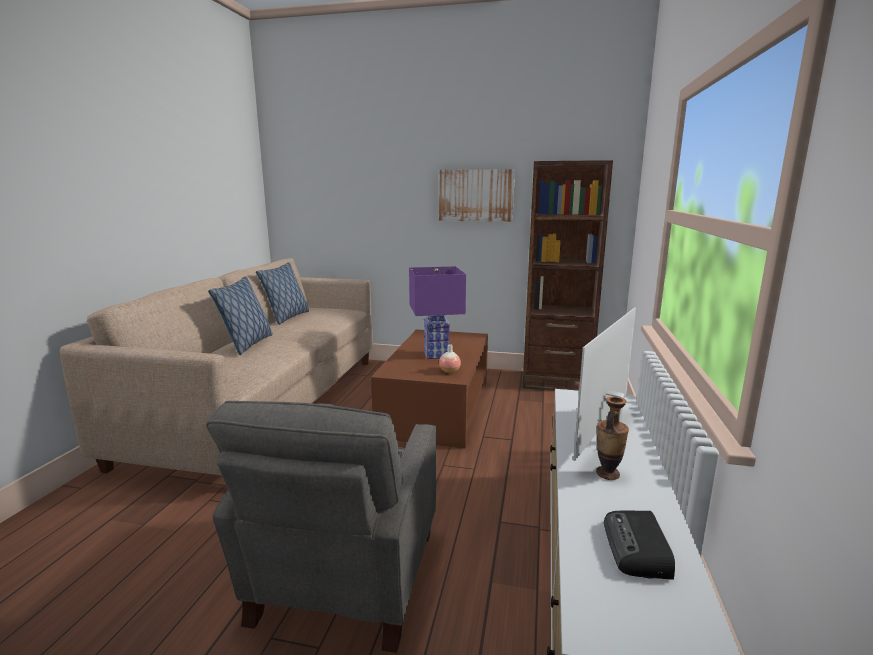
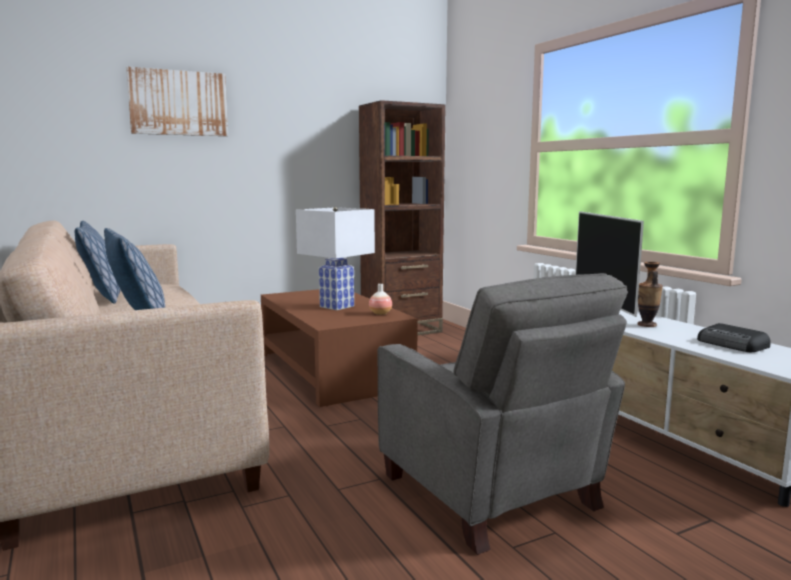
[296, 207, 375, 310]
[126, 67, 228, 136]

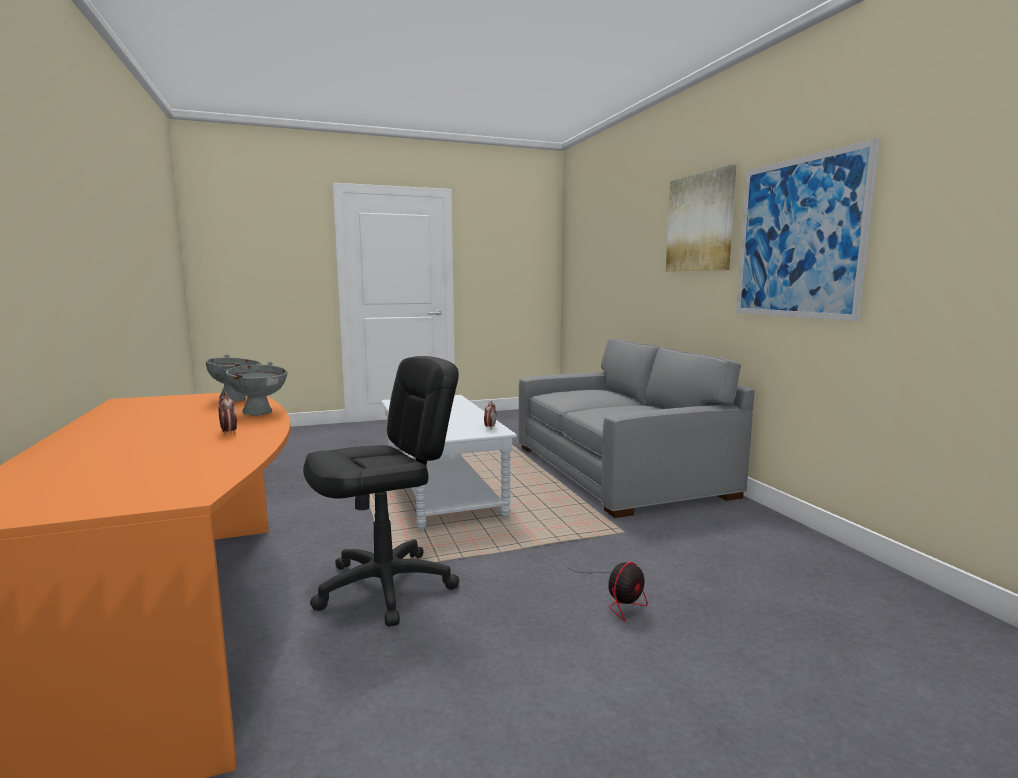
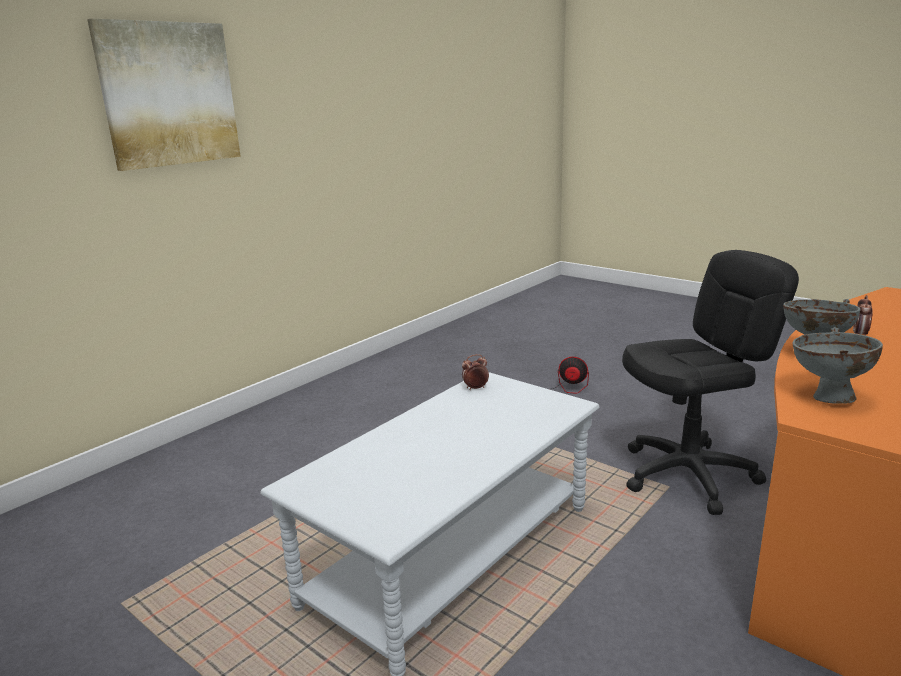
[622, 250, 799, 515]
[519, 339, 755, 518] (first image)
[736, 138, 879, 321] (first image)

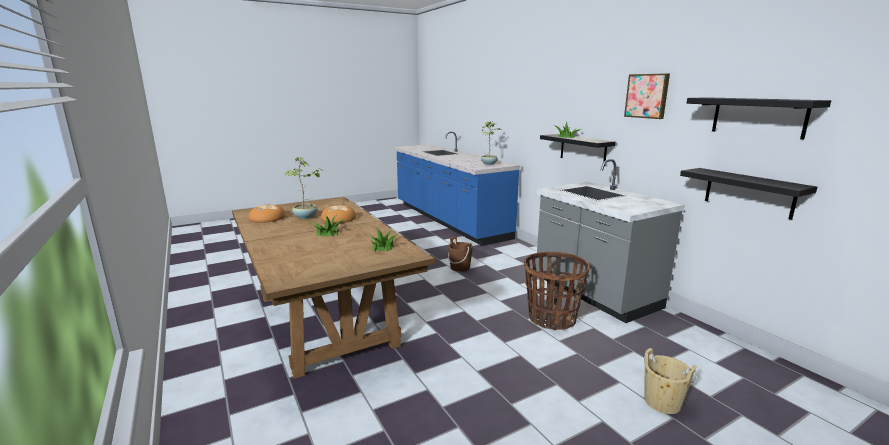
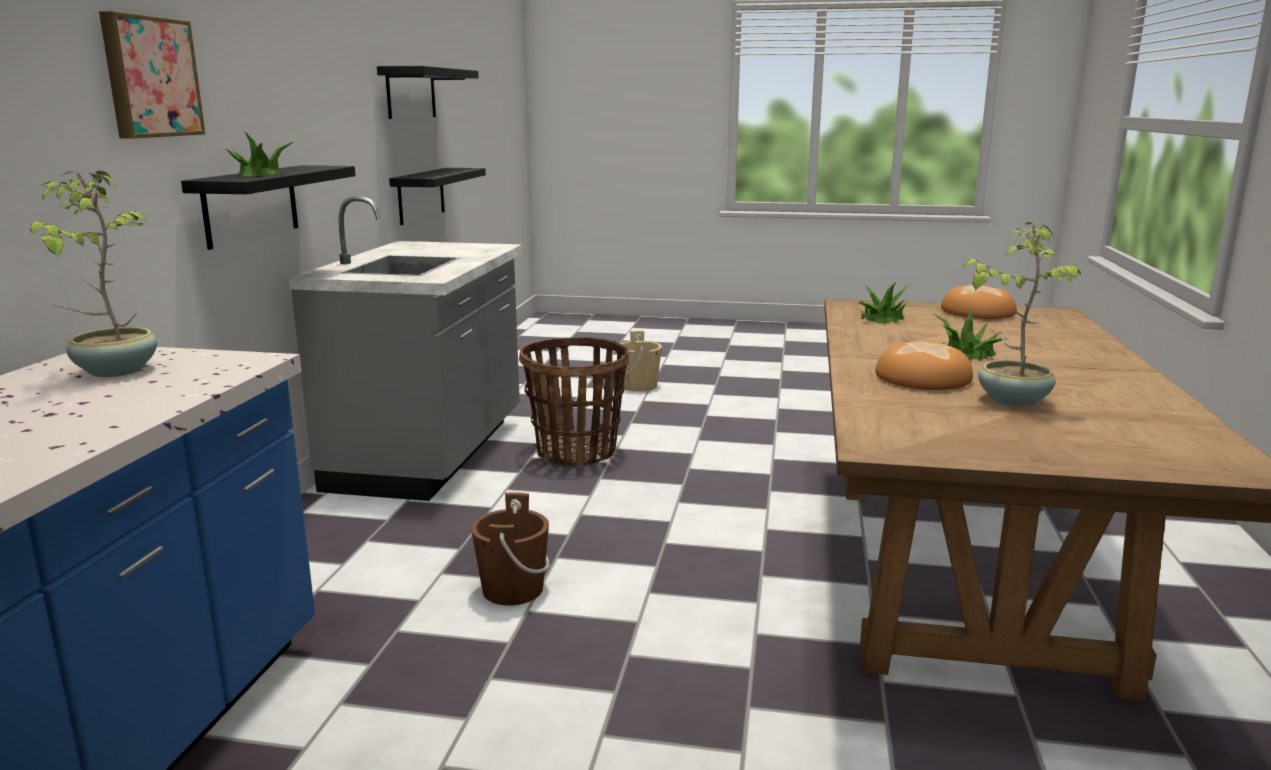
[941, 285, 1017, 319]
[99, 11, 205, 139]

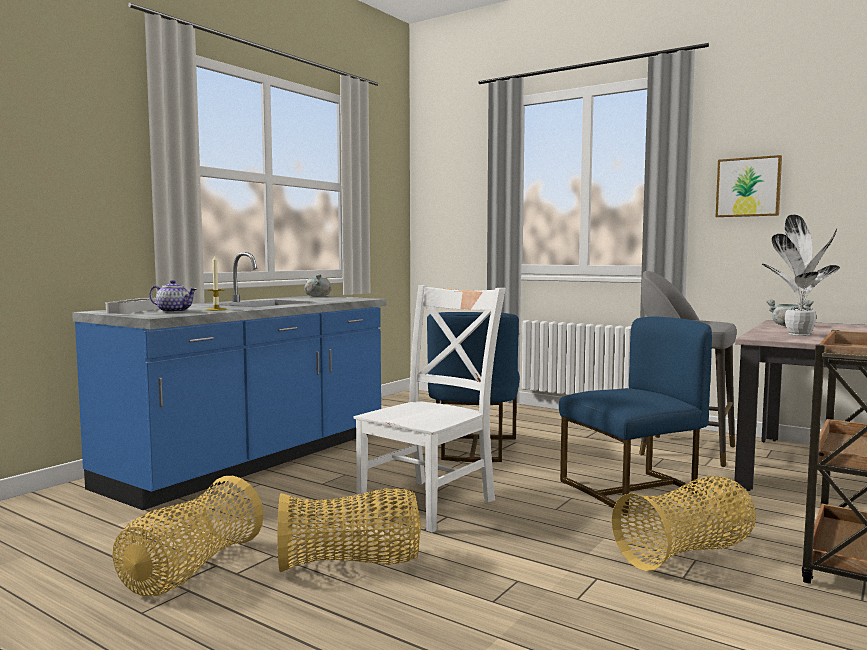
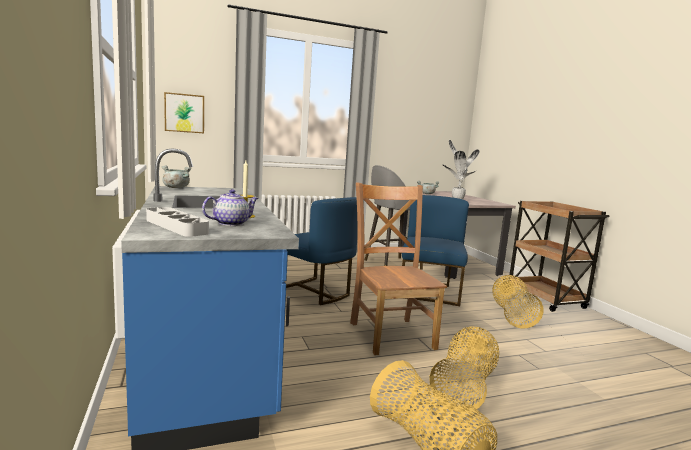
[350, 183, 447, 355]
[164, 92, 204, 133]

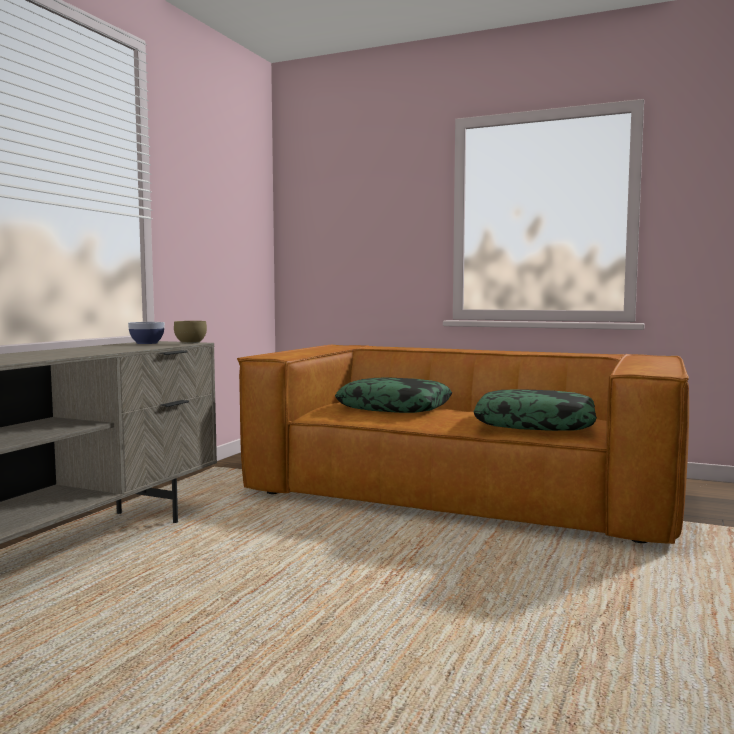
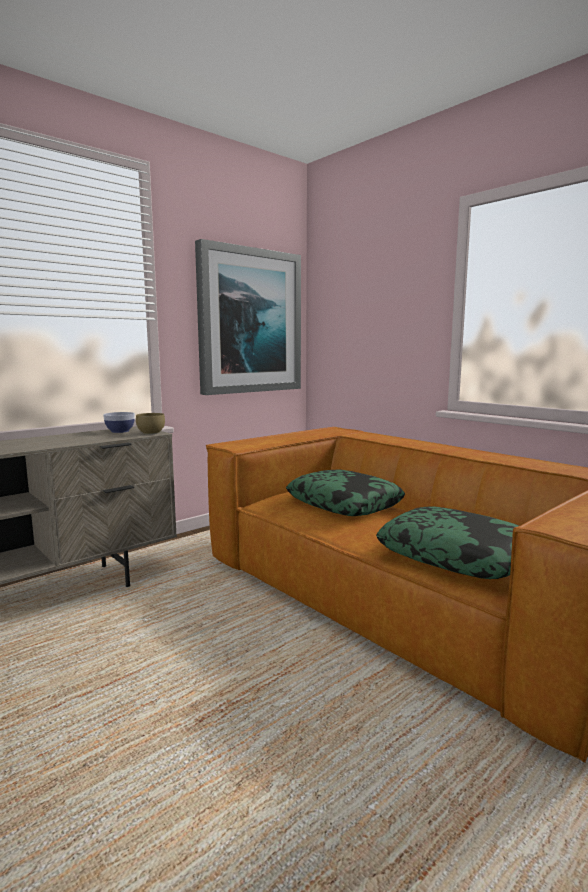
[195, 239, 301, 395]

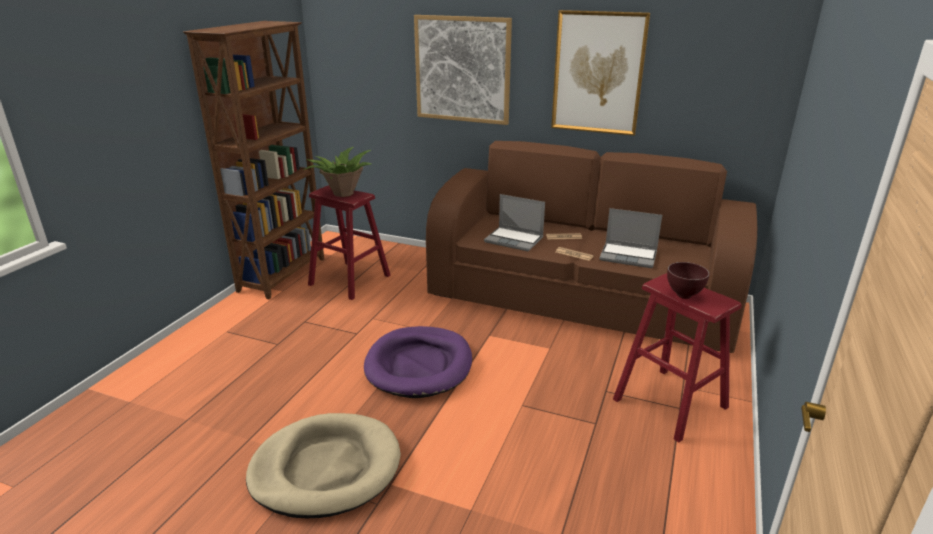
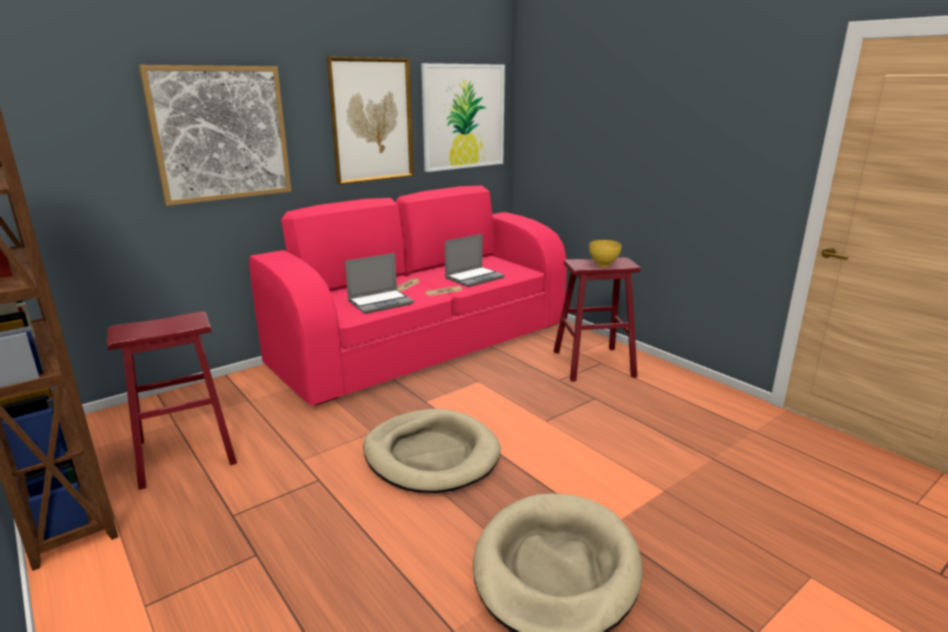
[303, 147, 372, 197] (first image)
[363, 409, 501, 493]
[249, 186, 567, 406]
[589, 240, 622, 267]
[421, 63, 505, 172]

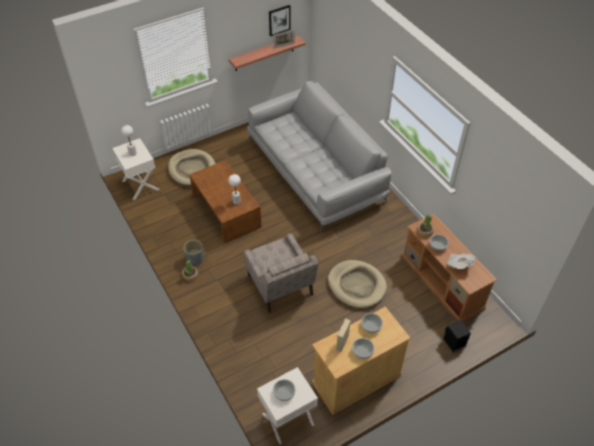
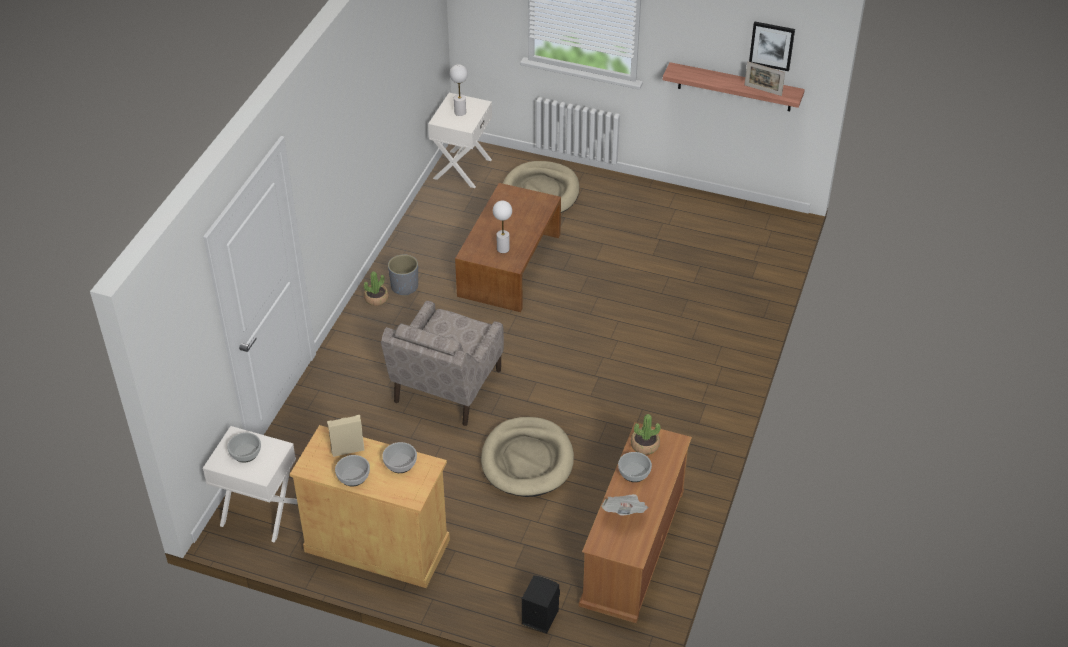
[247, 81, 391, 233] (first image)

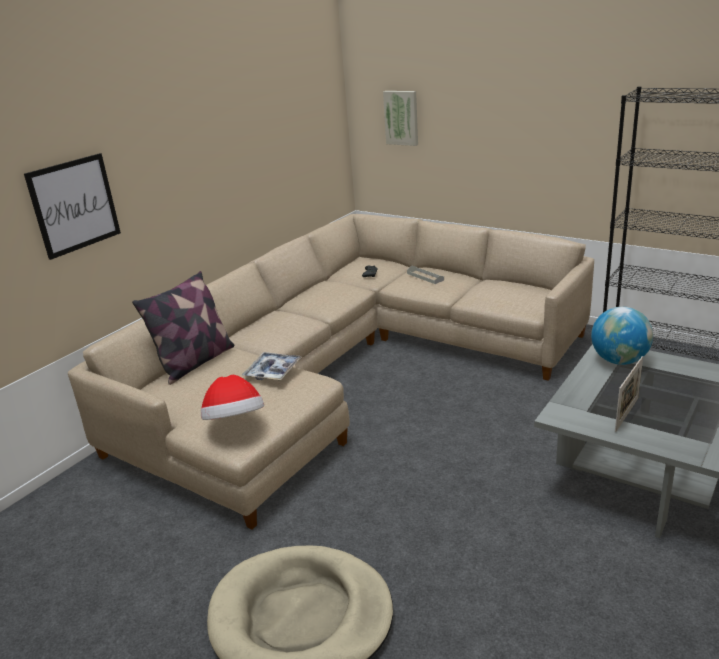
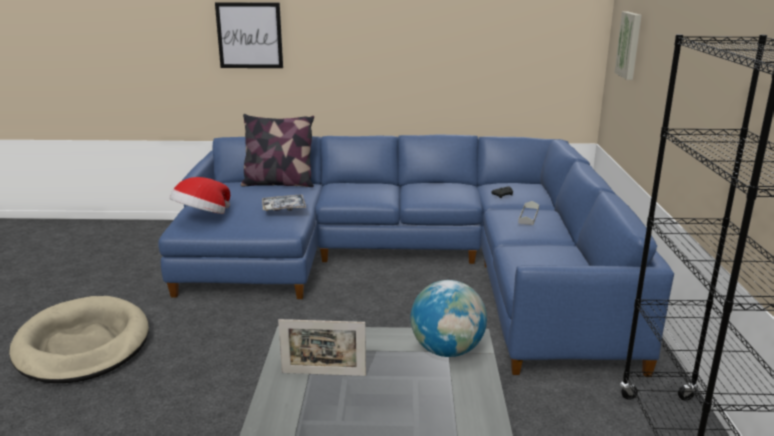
[158, 134, 674, 377]

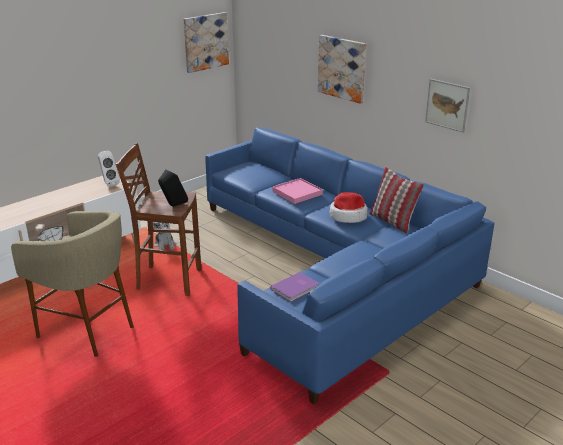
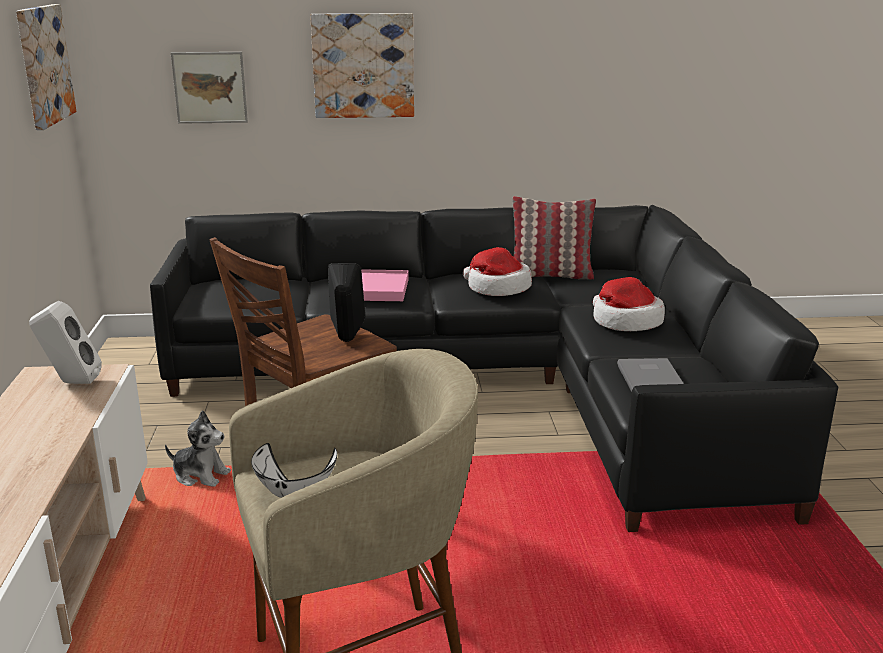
[150, 205, 838, 532]
[617, 358, 684, 392]
[171, 52, 248, 124]
[593, 277, 665, 331]

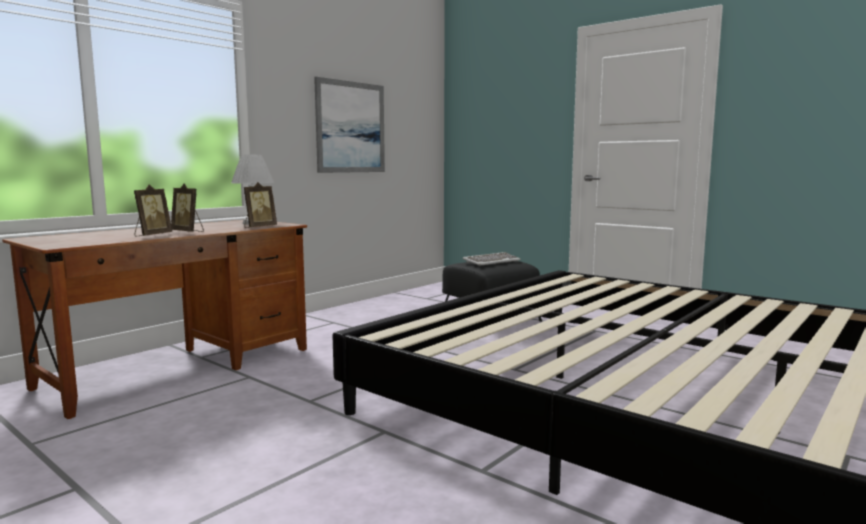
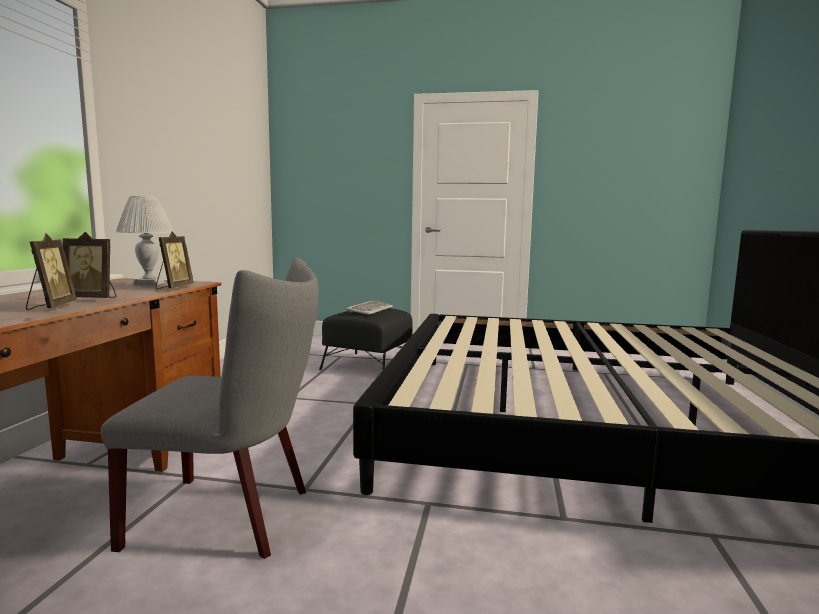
[314, 77, 385, 173] (first image)
[101, 257, 319, 559]

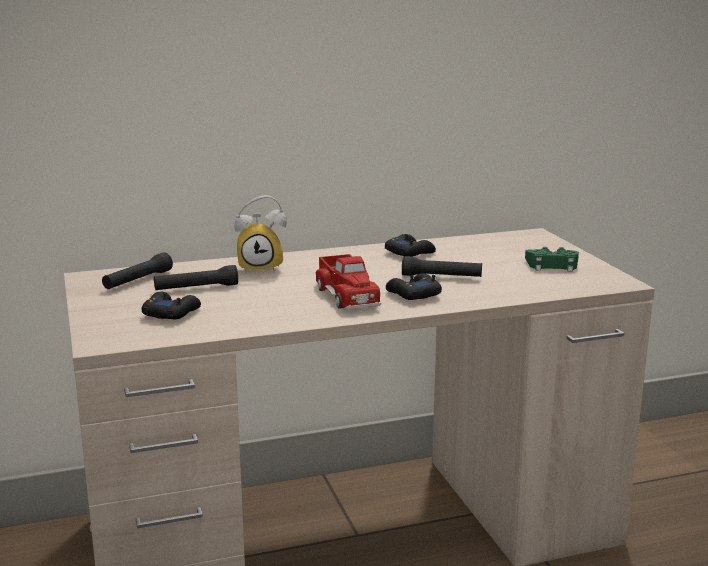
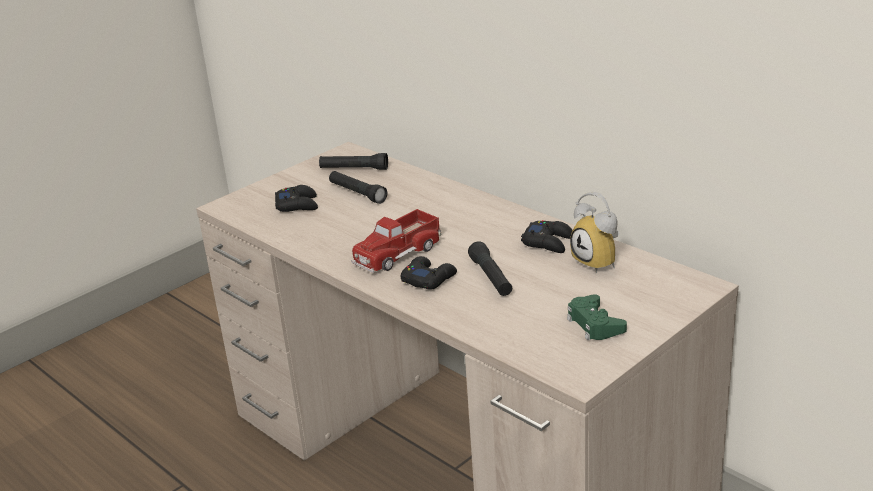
[570, 192, 619, 273]

